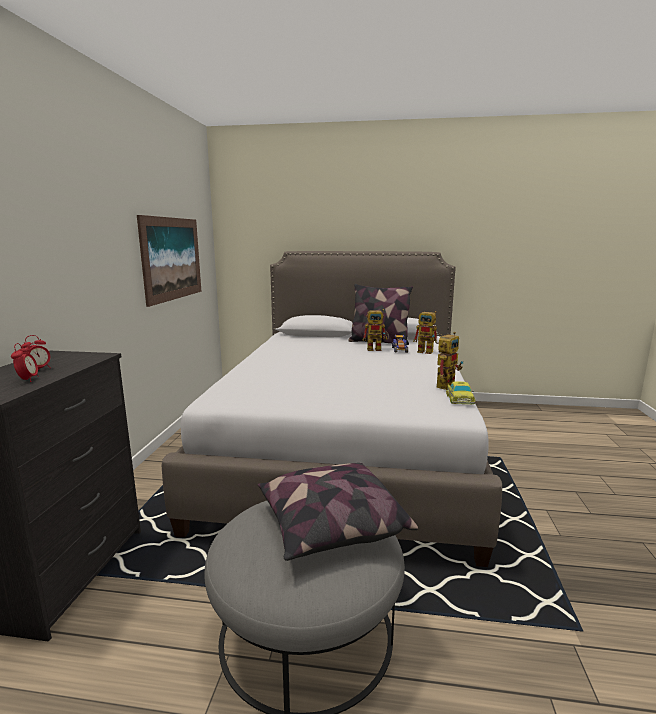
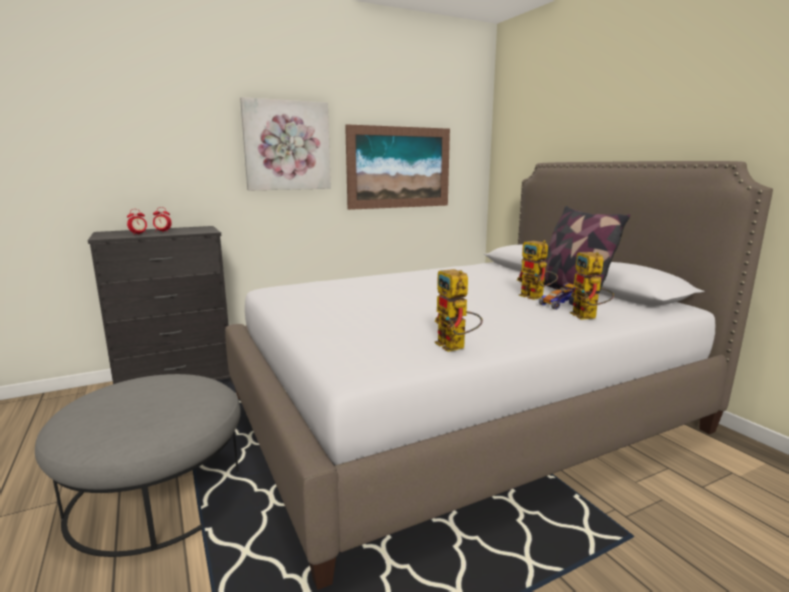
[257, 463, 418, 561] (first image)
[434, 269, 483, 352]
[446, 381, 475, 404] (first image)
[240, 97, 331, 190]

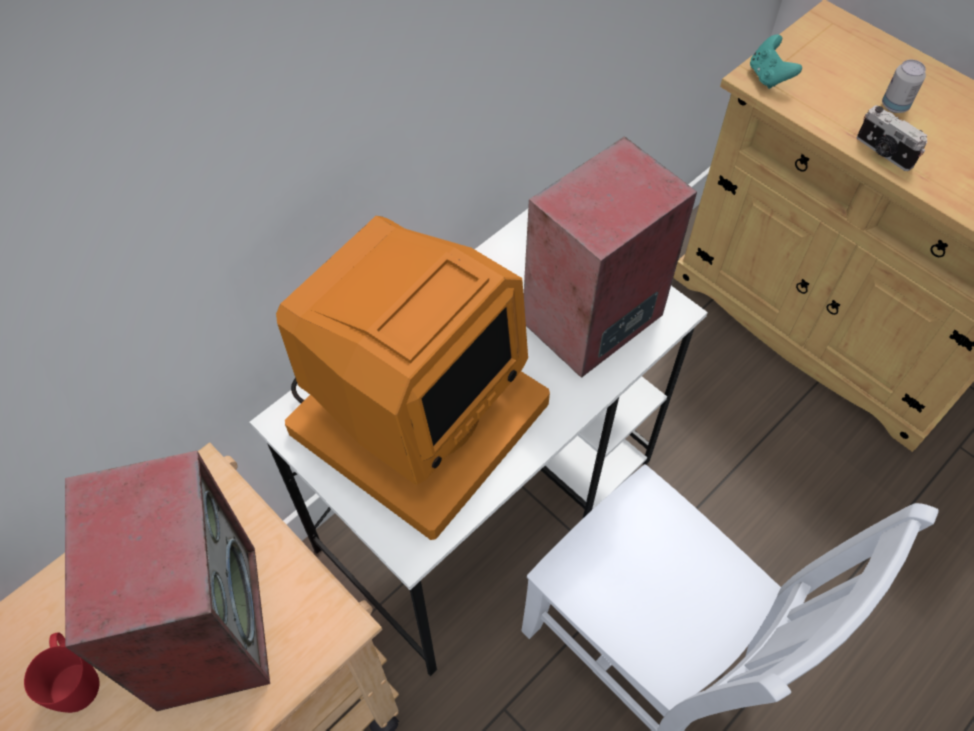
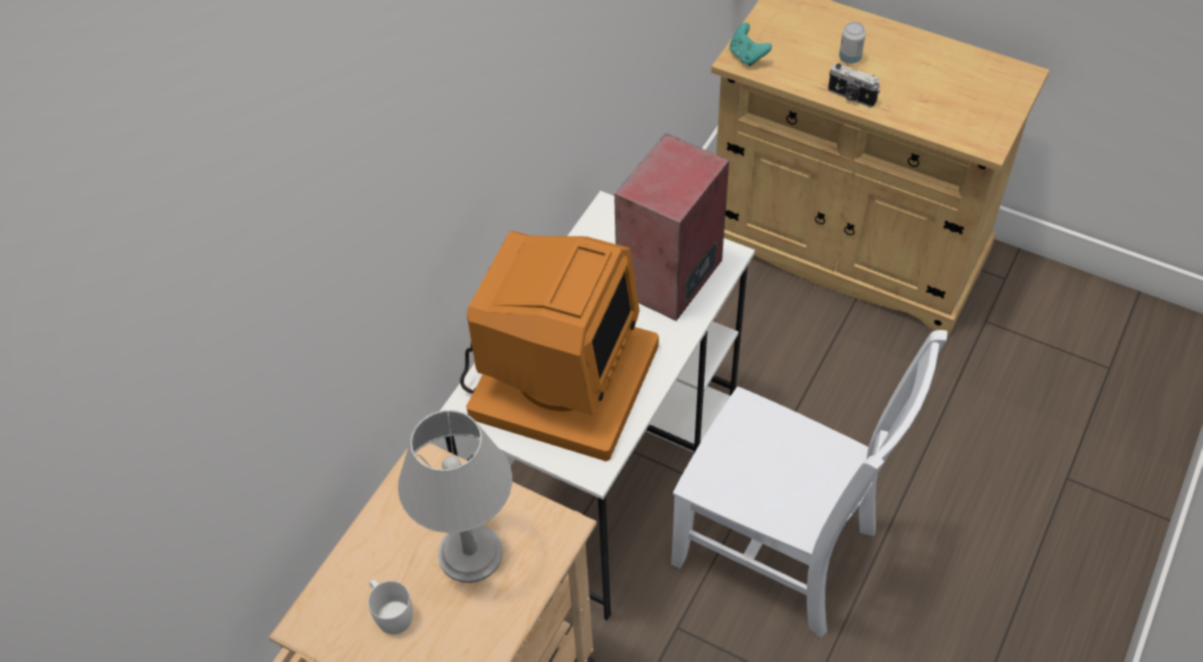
[368, 579, 413, 634]
[398, 410, 512, 583]

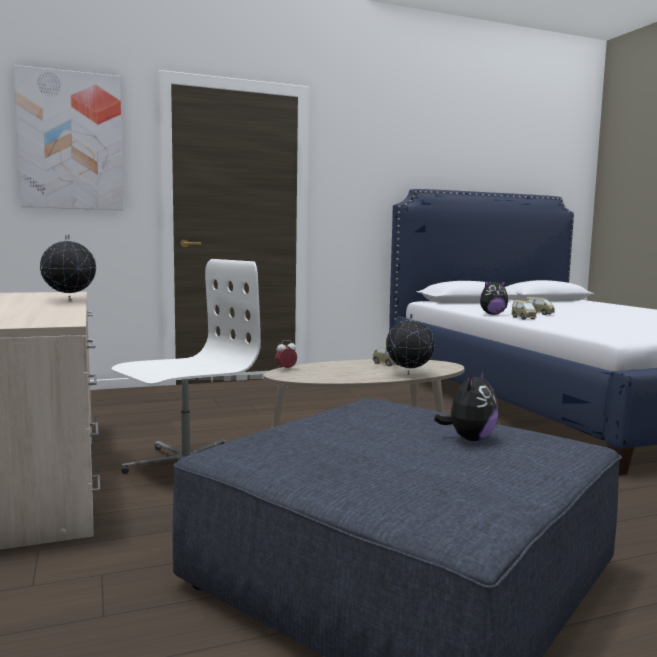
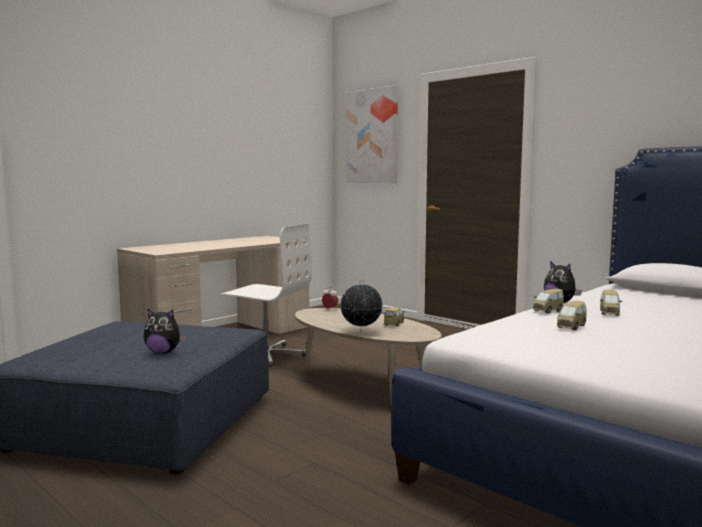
[40, 234, 96, 301] (first image)
[557, 301, 587, 330]

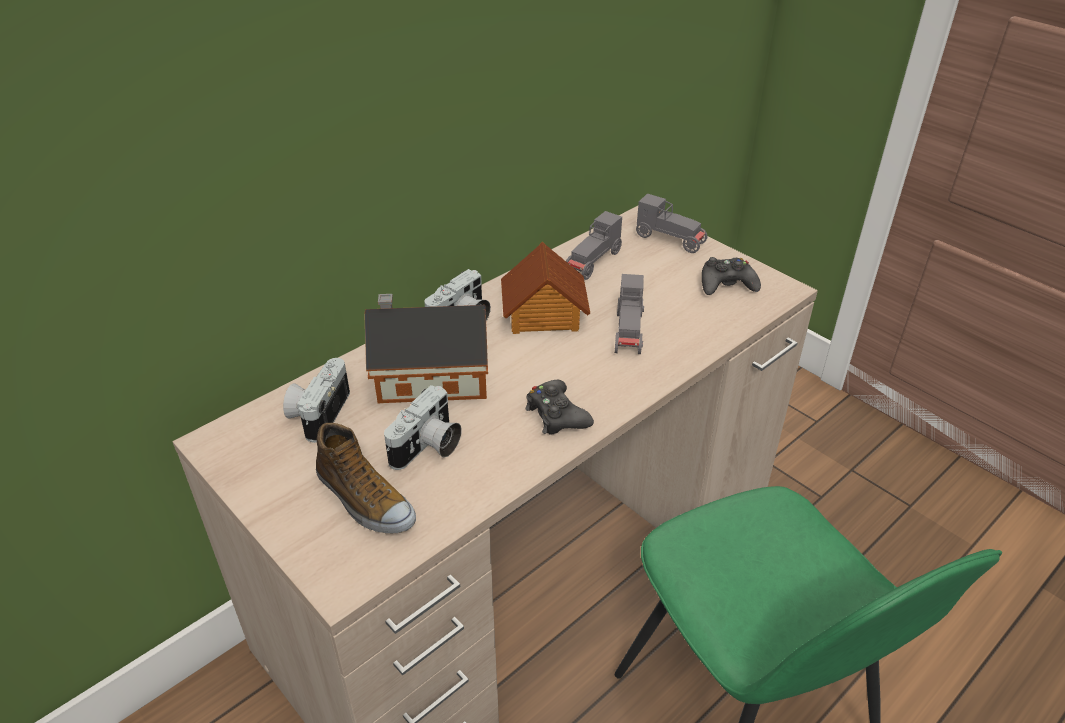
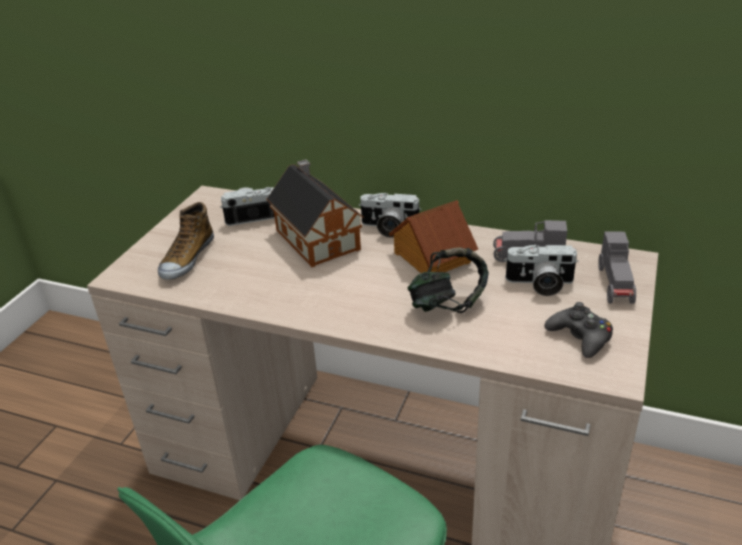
[504, 245, 578, 296]
[525, 380, 594, 435] (first image)
[407, 248, 489, 313]

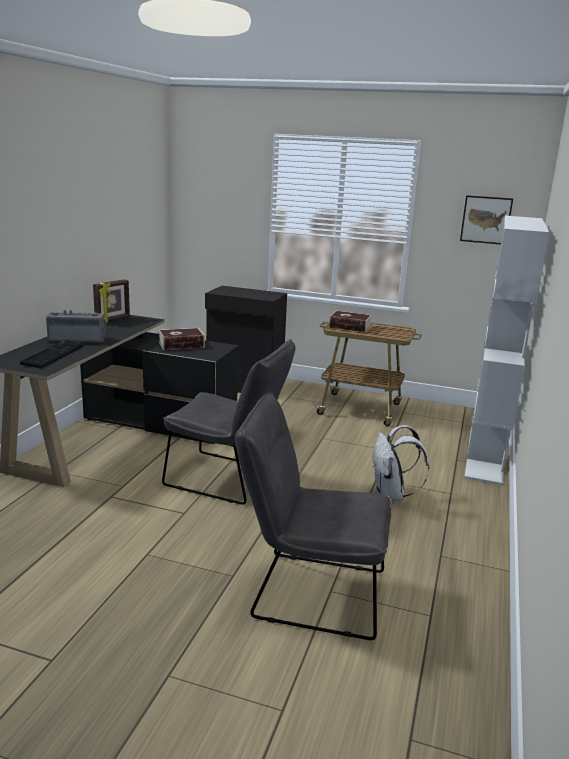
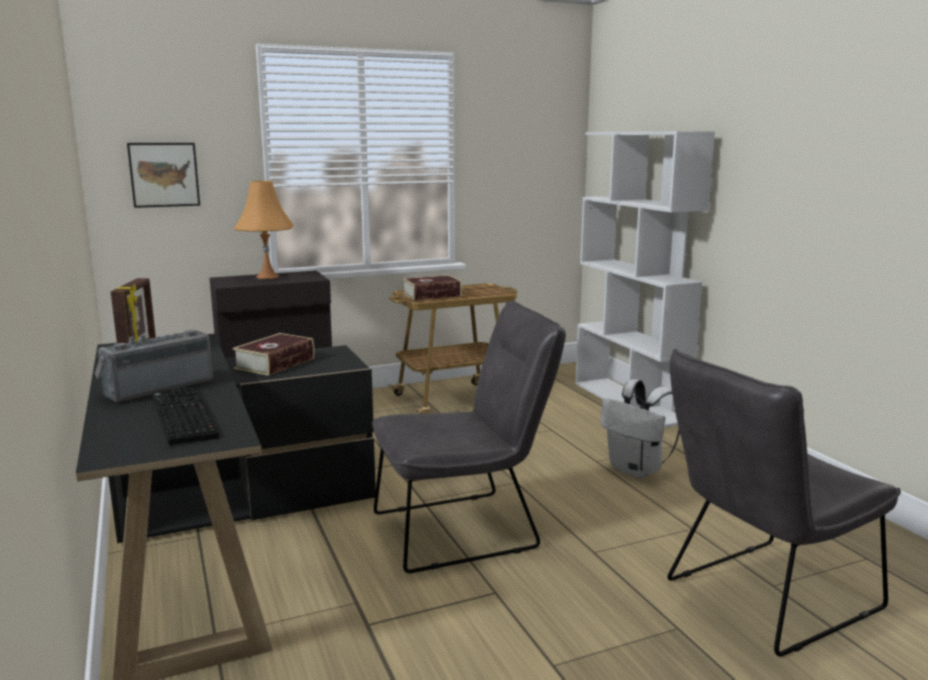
[127, 143, 200, 208]
[234, 181, 294, 279]

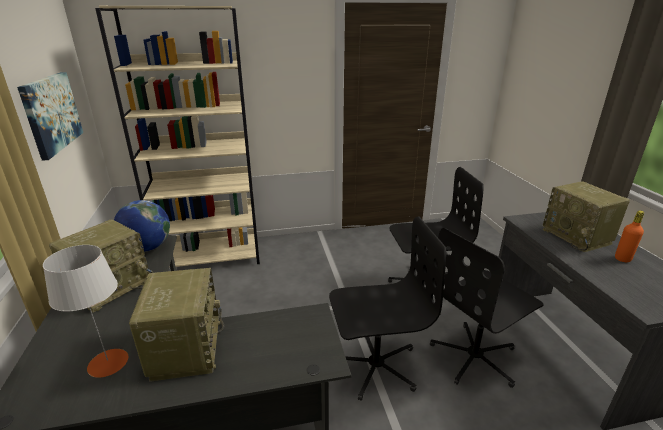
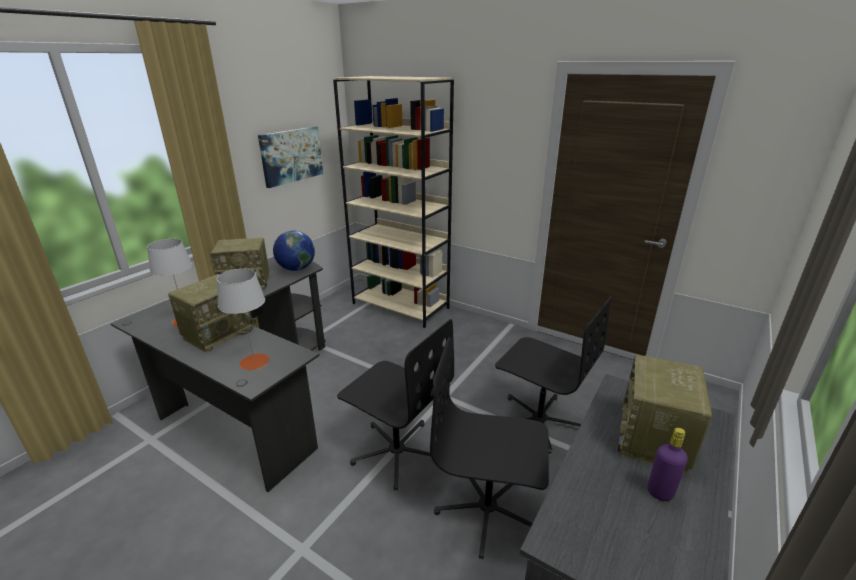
[648, 428, 688, 501]
[217, 269, 269, 370]

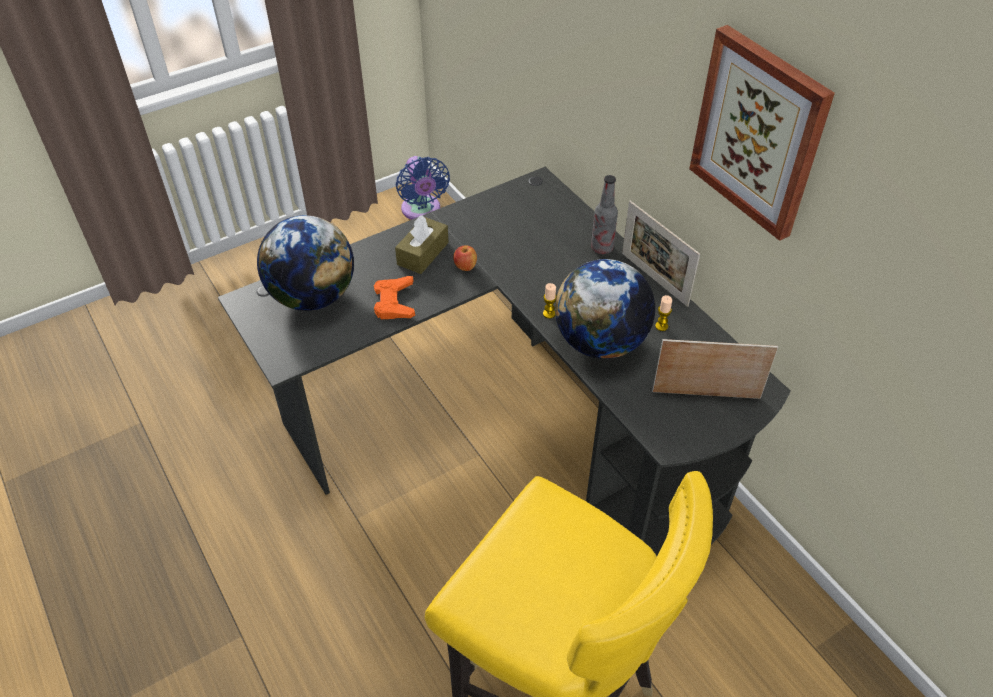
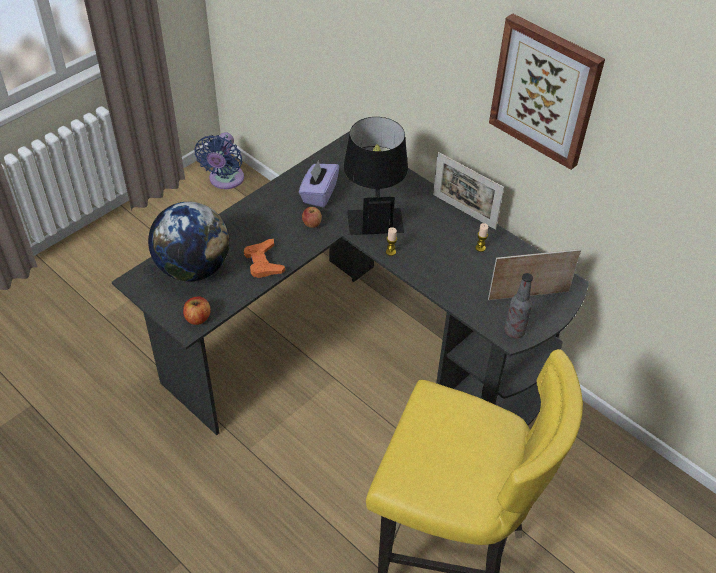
[395, 215, 449, 274] (first image)
[194, 132, 244, 189]
[555, 259, 655, 359] (first image)
[504, 273, 533, 338]
[183, 296, 211, 325]
[299, 160, 339, 208]
[343, 117, 408, 235]

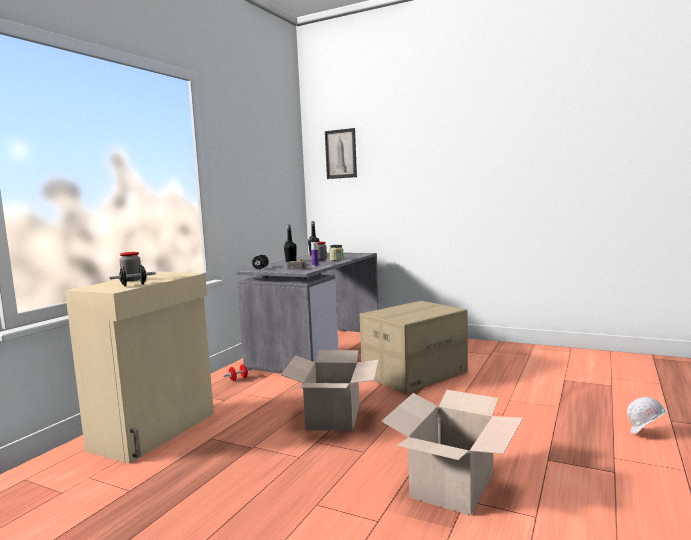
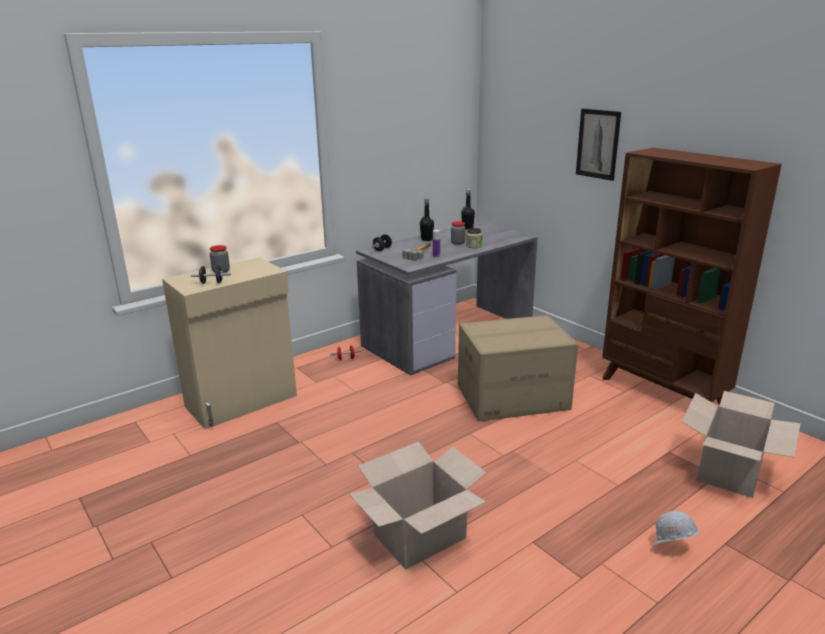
[682, 391, 800, 498]
[576, 108, 621, 181]
[602, 148, 782, 405]

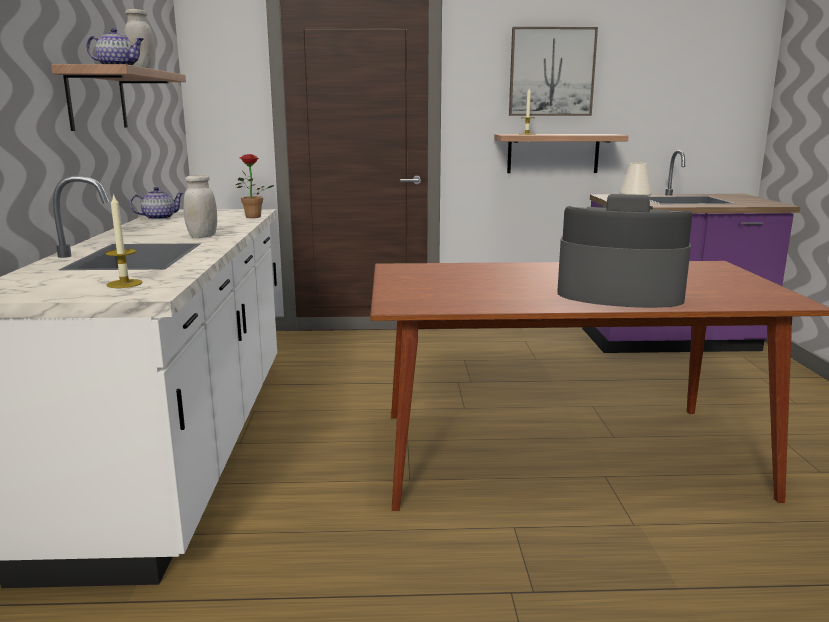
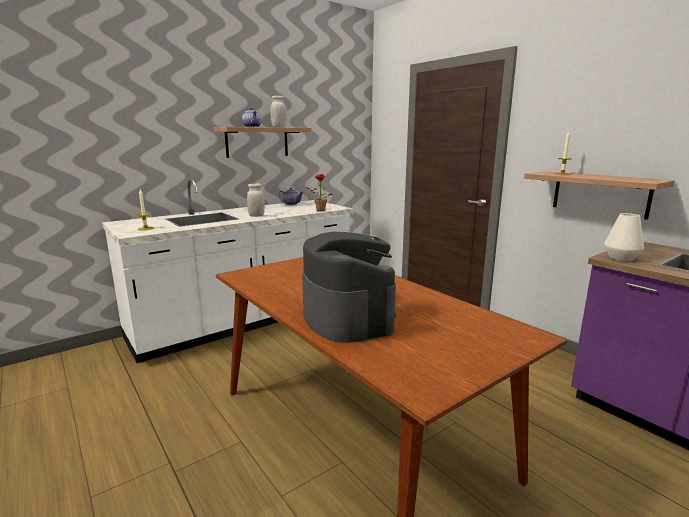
[509, 27, 598, 116] (first image)

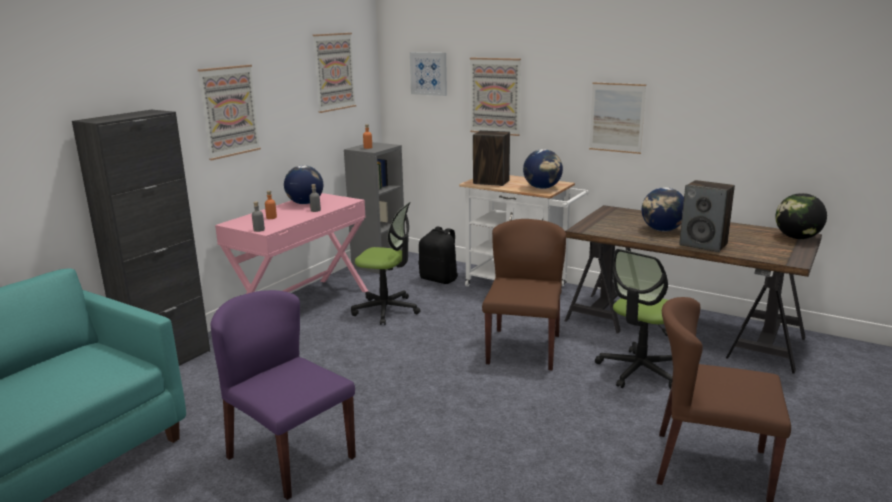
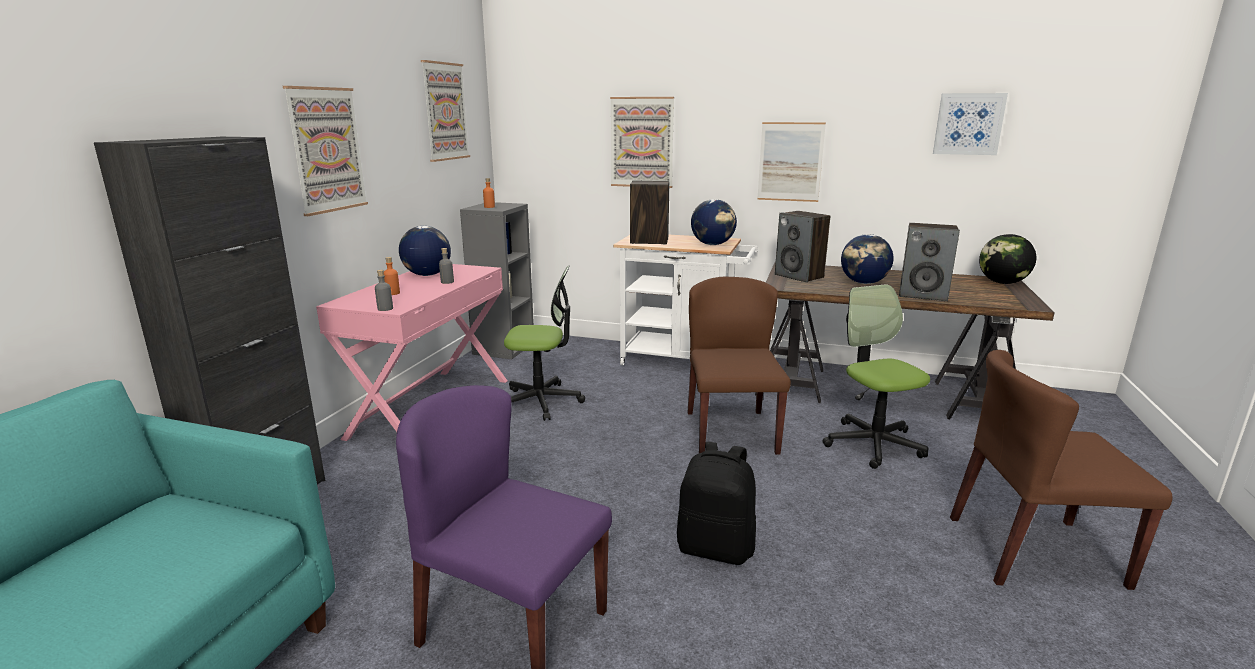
[933, 93, 1008, 155]
[677, 442, 756, 565]
[822, 284, 930, 469]
[775, 211, 830, 282]

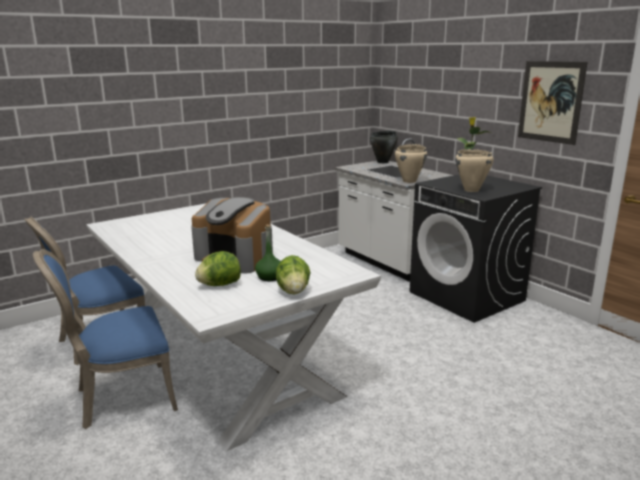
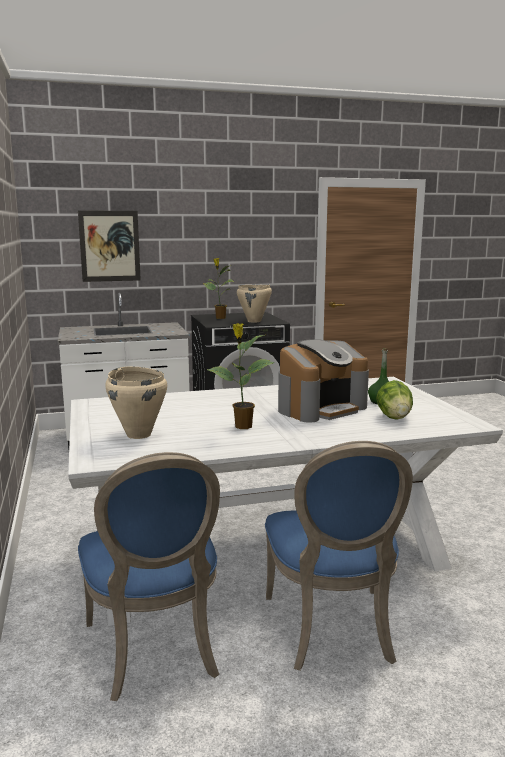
[276, 255, 311, 295] (first image)
[370, 131, 398, 163] (first image)
[105, 367, 167, 439]
[78, 210, 141, 282]
[207, 323, 275, 429]

